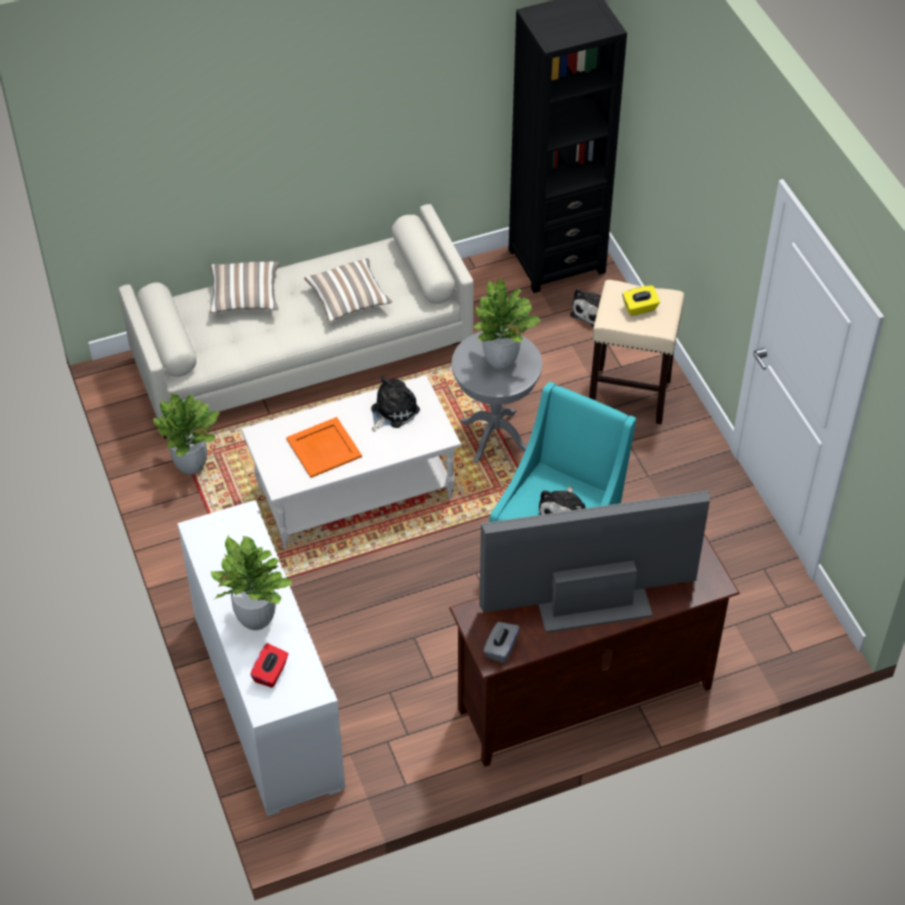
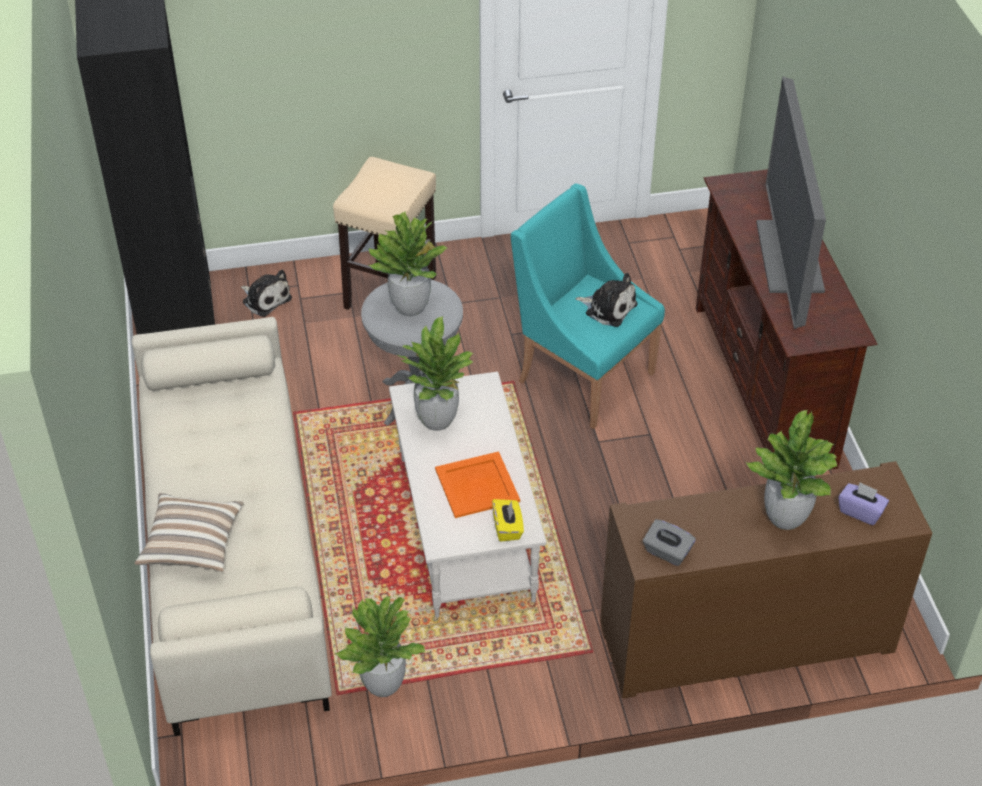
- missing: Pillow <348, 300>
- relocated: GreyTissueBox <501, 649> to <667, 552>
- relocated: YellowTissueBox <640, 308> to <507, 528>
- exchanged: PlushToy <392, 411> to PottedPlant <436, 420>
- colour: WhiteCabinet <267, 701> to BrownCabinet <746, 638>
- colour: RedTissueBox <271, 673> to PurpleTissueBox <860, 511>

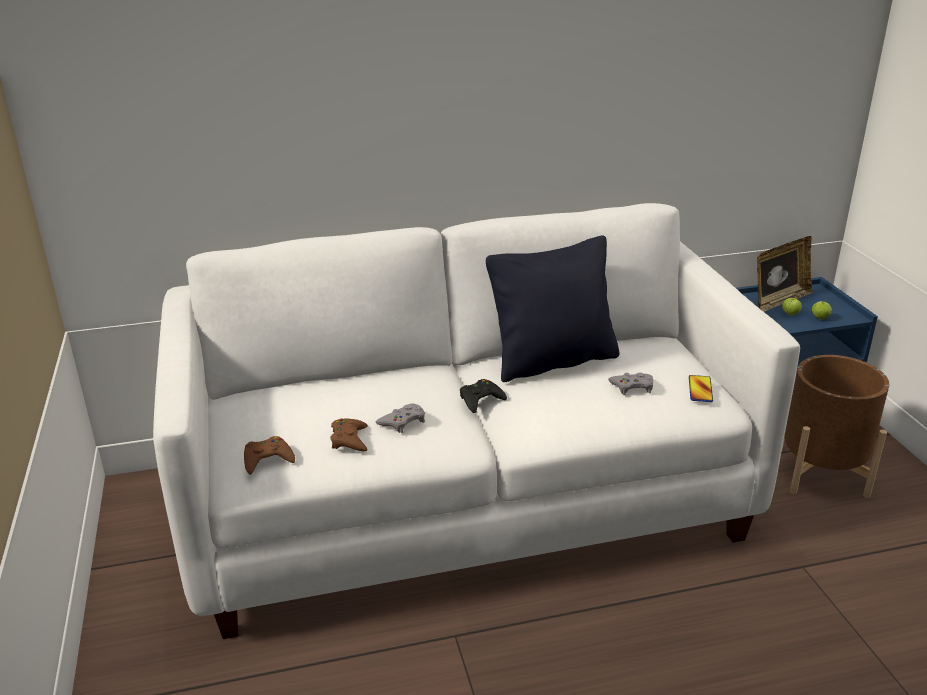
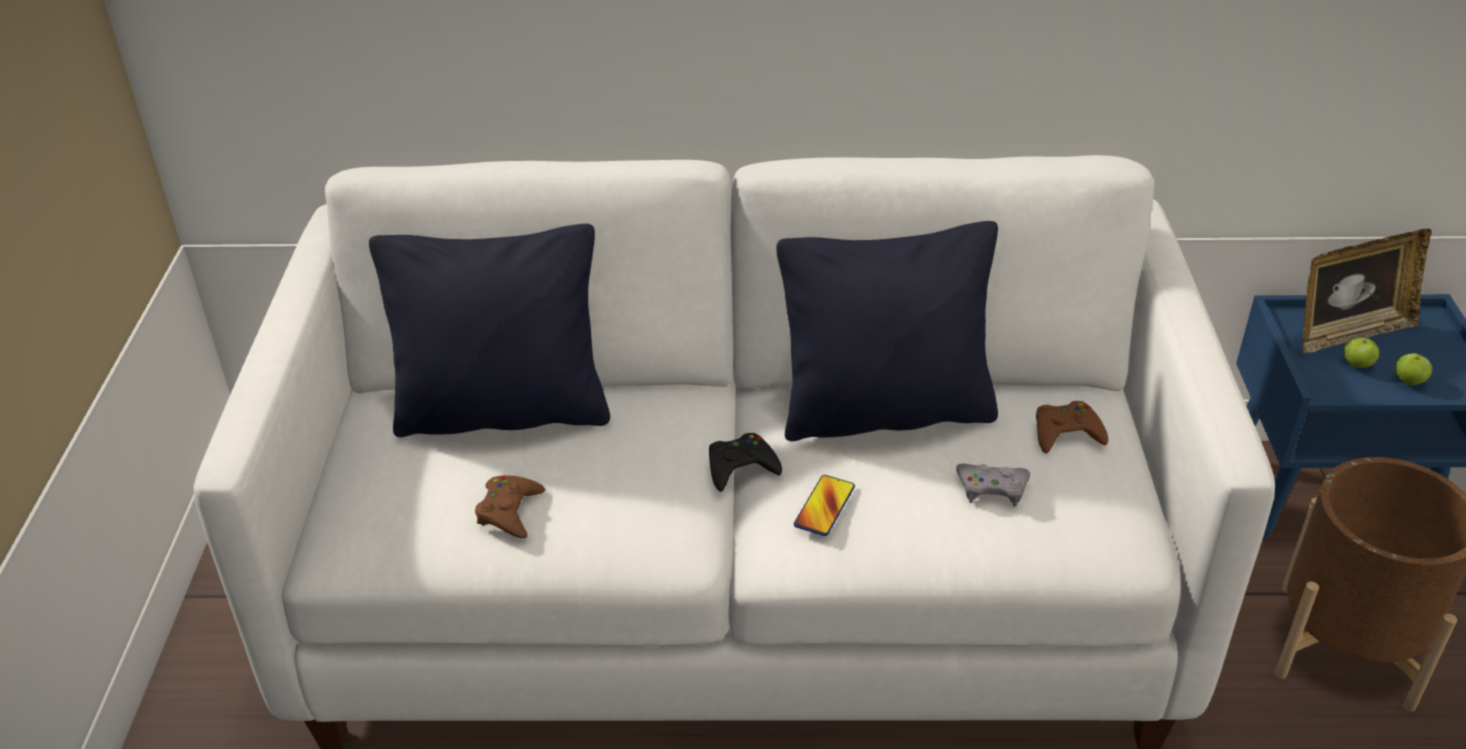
- missing: GreyGameController <403, 422>
- appeared: BlackPillow <504, 411>
- relocated: BrownGameController <267, 459> to <1066, 433>
- relocated: Phone <700, 389> to <824, 506>

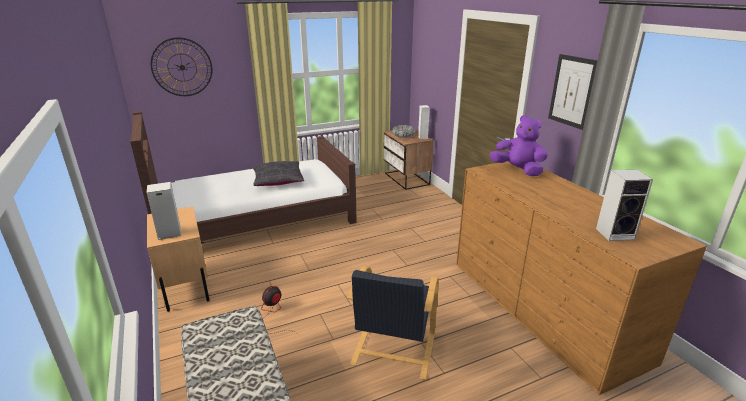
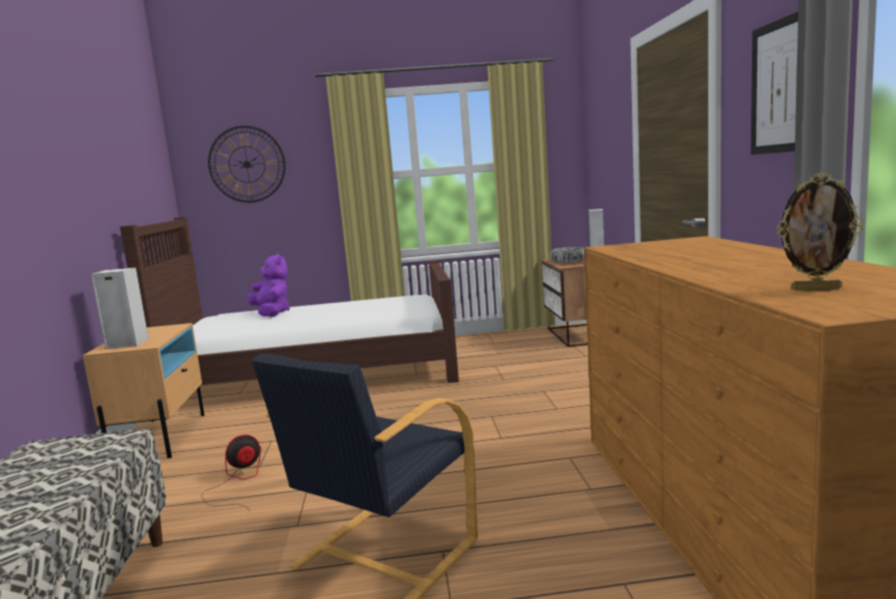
- missing: BlackPillow <278, 181>
- relocated: PurplePlushToy <518, 170> to <272, 313>
- exchanged: Speaker <615, 233> to PictureFrame <816, 289>

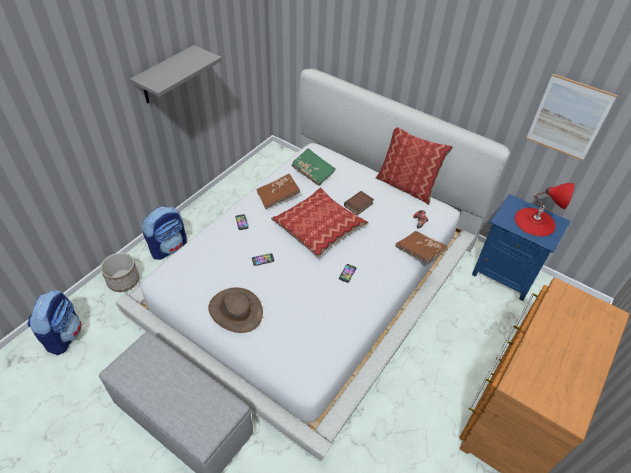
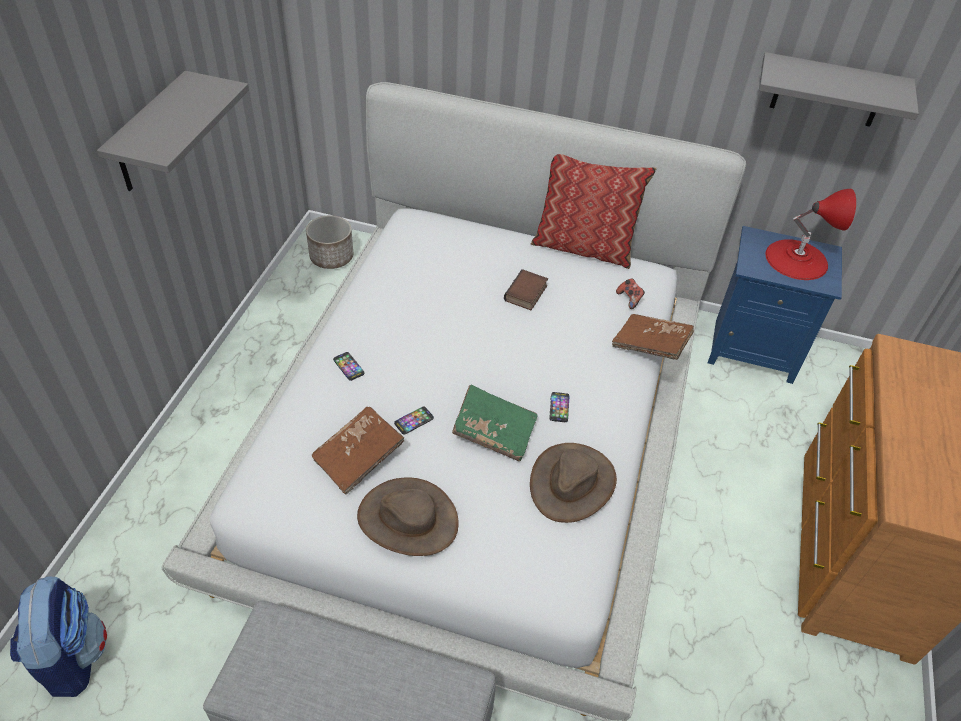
- missing: Backpack <169, 247>
- missing: Pillow <319, 228>
- appeared: BrownHat <572, 483>
- relocated: Planter <123, 280> to <331, 257>
- relocated: BrownBook <278, 196> to <358, 457>
- relocated: GreenBook <313, 172> to <494, 431>
- exchanged: Picture <568, 118> to GreyShelf <828, 91>

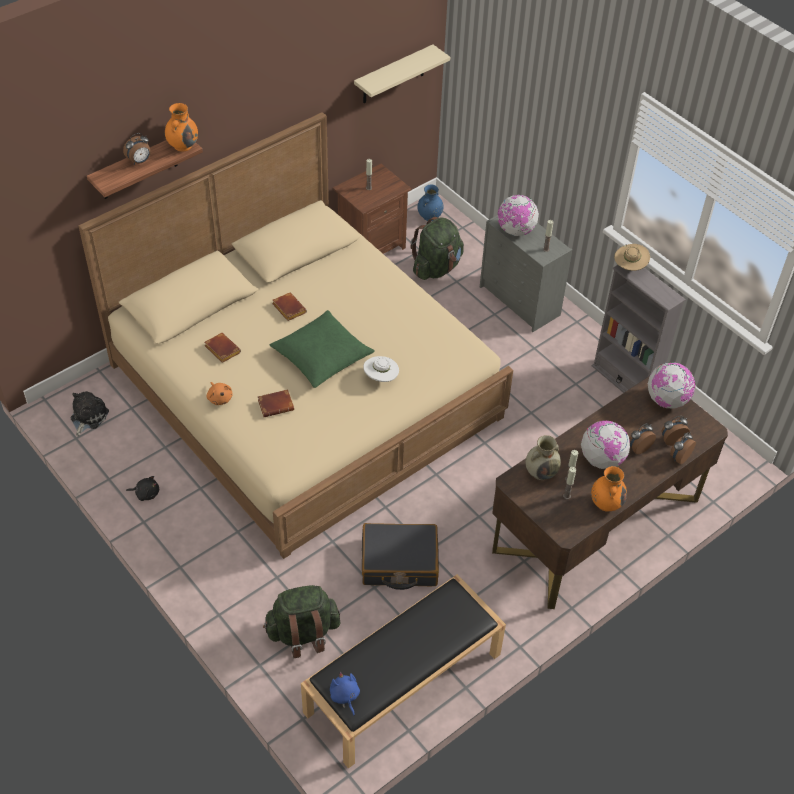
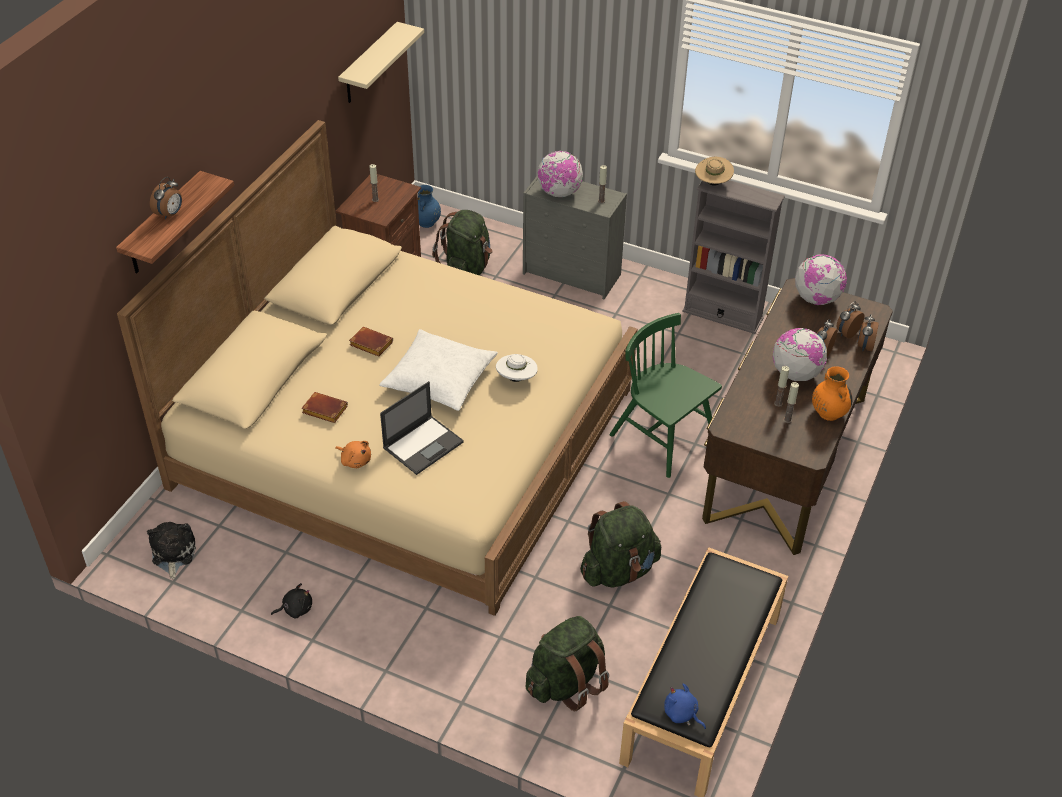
- missing: OrangeVase <183, 145>
- missing: BeigeVase <541, 472>
- appeared: GreenChair <663, 438>
- exchanged: BrownBook <276, 405> to Laptop <423, 444>
- exchanged: BlackSuitcase <399, 562> to GreenBackpack <619, 570>
- colour: GreenPillow <322, 356> to WhitePillow <439, 379>

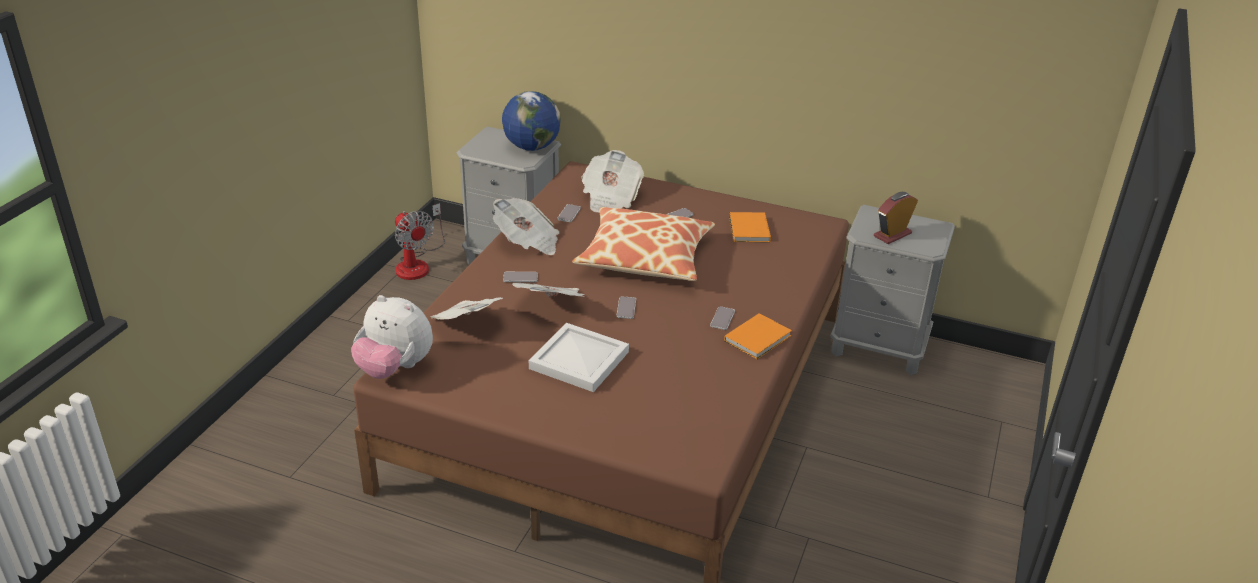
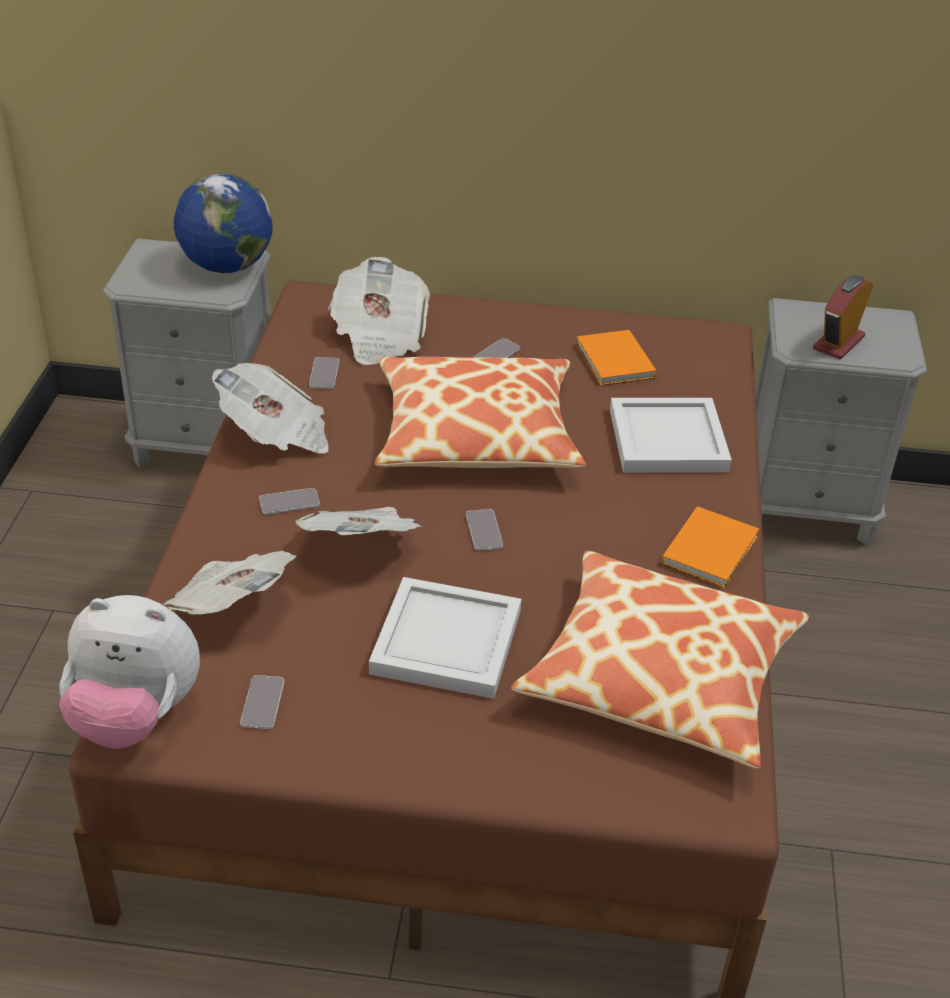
- missing: Fan <417, 264>
- appeared: Pillow <660, 676>
- appeared: WhiteTray <666, 441>
- relocated: Phone <722, 319> to <262, 703>

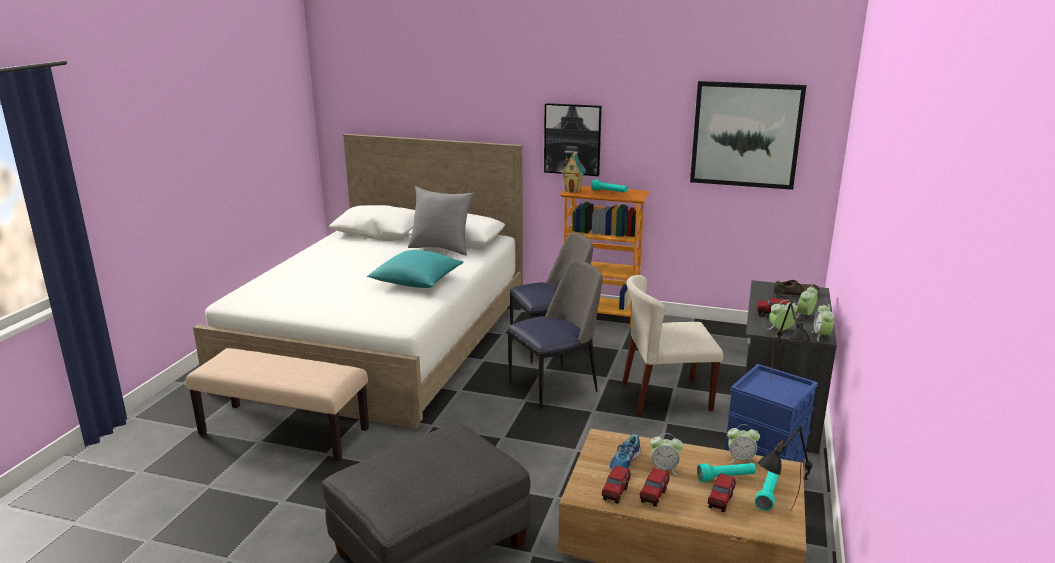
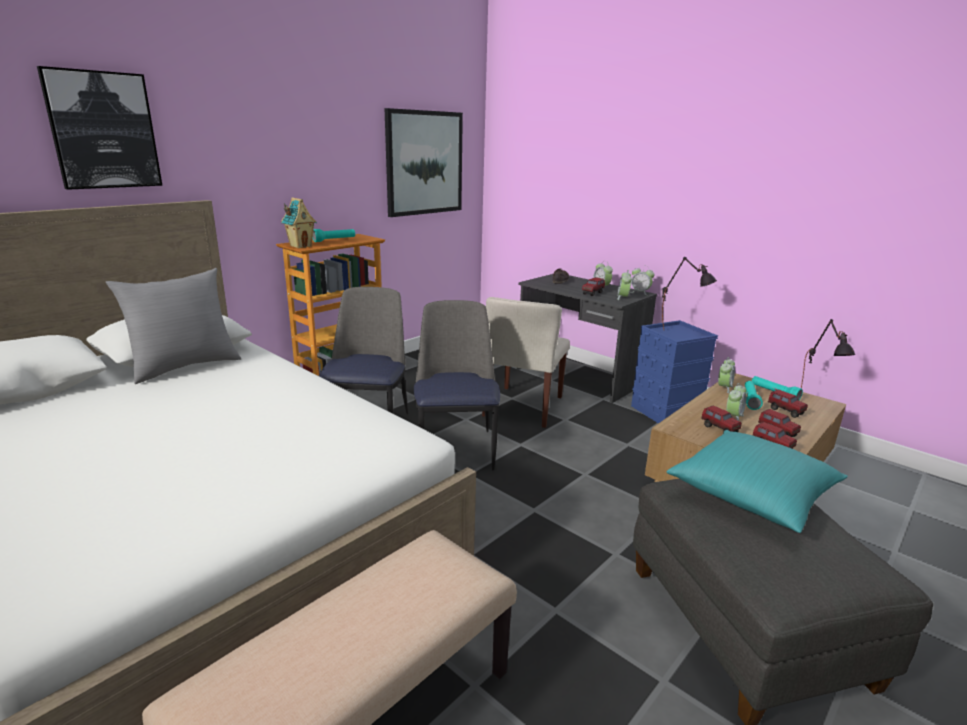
- relocated: TurquoisePillow <417, 281> to <752, 495>
- relocated: Picture <572, 139> to <103, 130>
- exchanged: Shoe <625, 462> to ToyTruck <719, 429>

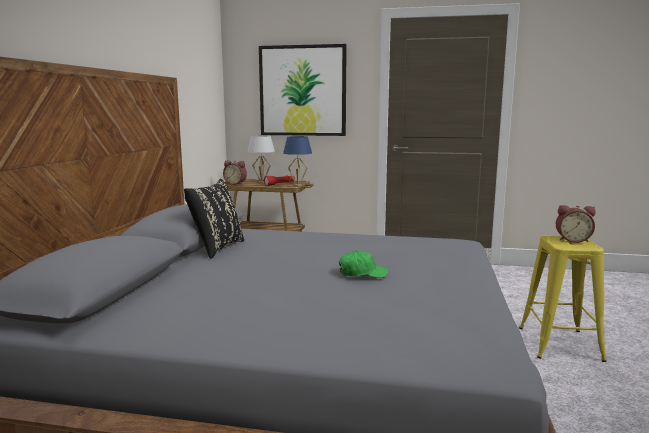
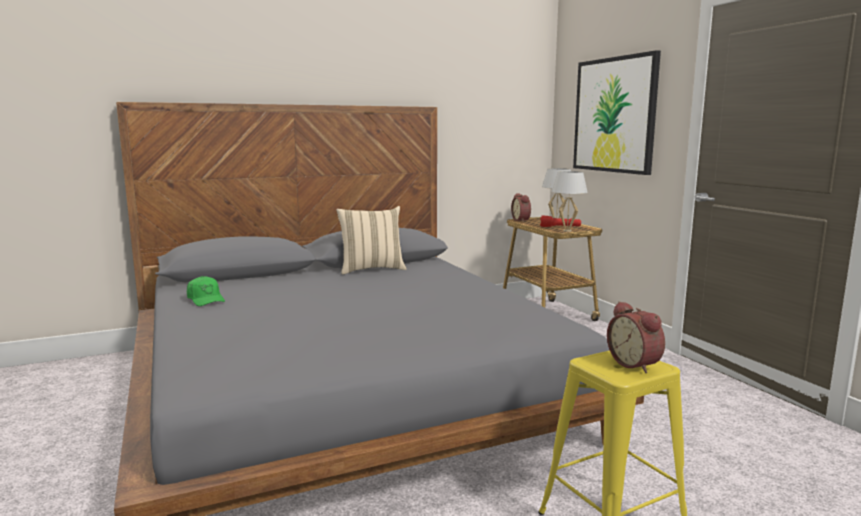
- relocated: GreenCap <362, 273> to <206, 299>
- colour: BlackPillow <216, 248> to BeigePillow <371, 269>
- colour: BlueTableLamp <298, 185> to WhiteTableLamp <567, 231>

